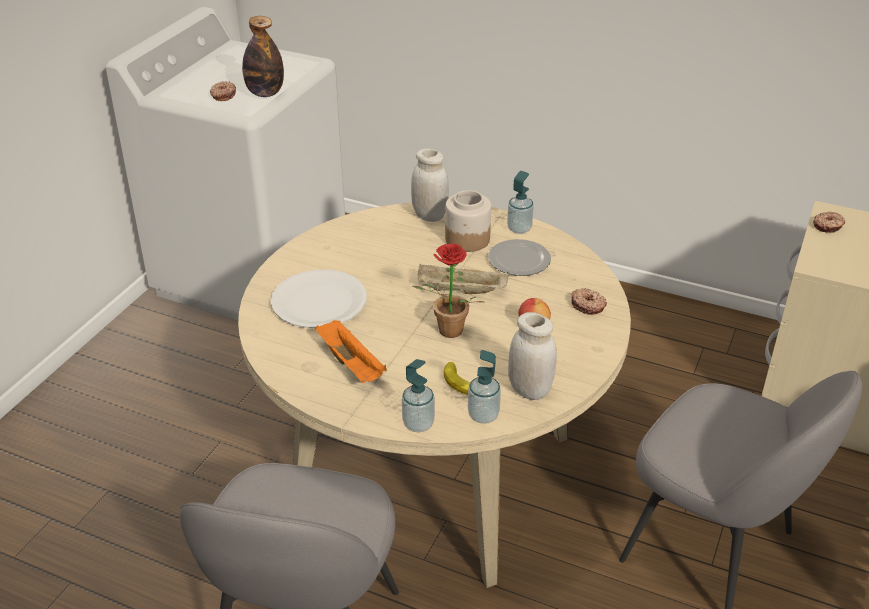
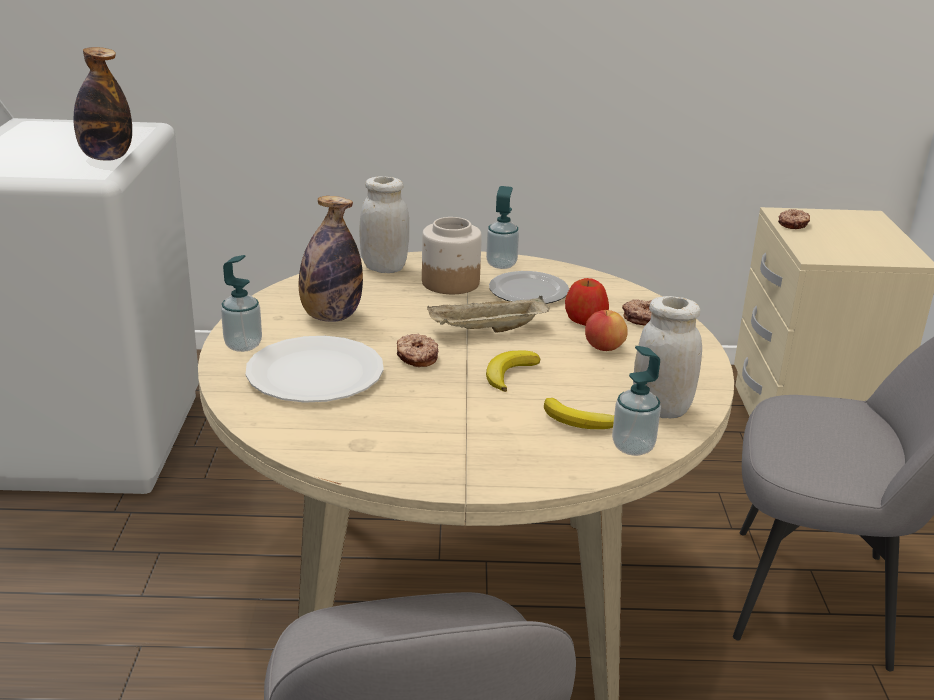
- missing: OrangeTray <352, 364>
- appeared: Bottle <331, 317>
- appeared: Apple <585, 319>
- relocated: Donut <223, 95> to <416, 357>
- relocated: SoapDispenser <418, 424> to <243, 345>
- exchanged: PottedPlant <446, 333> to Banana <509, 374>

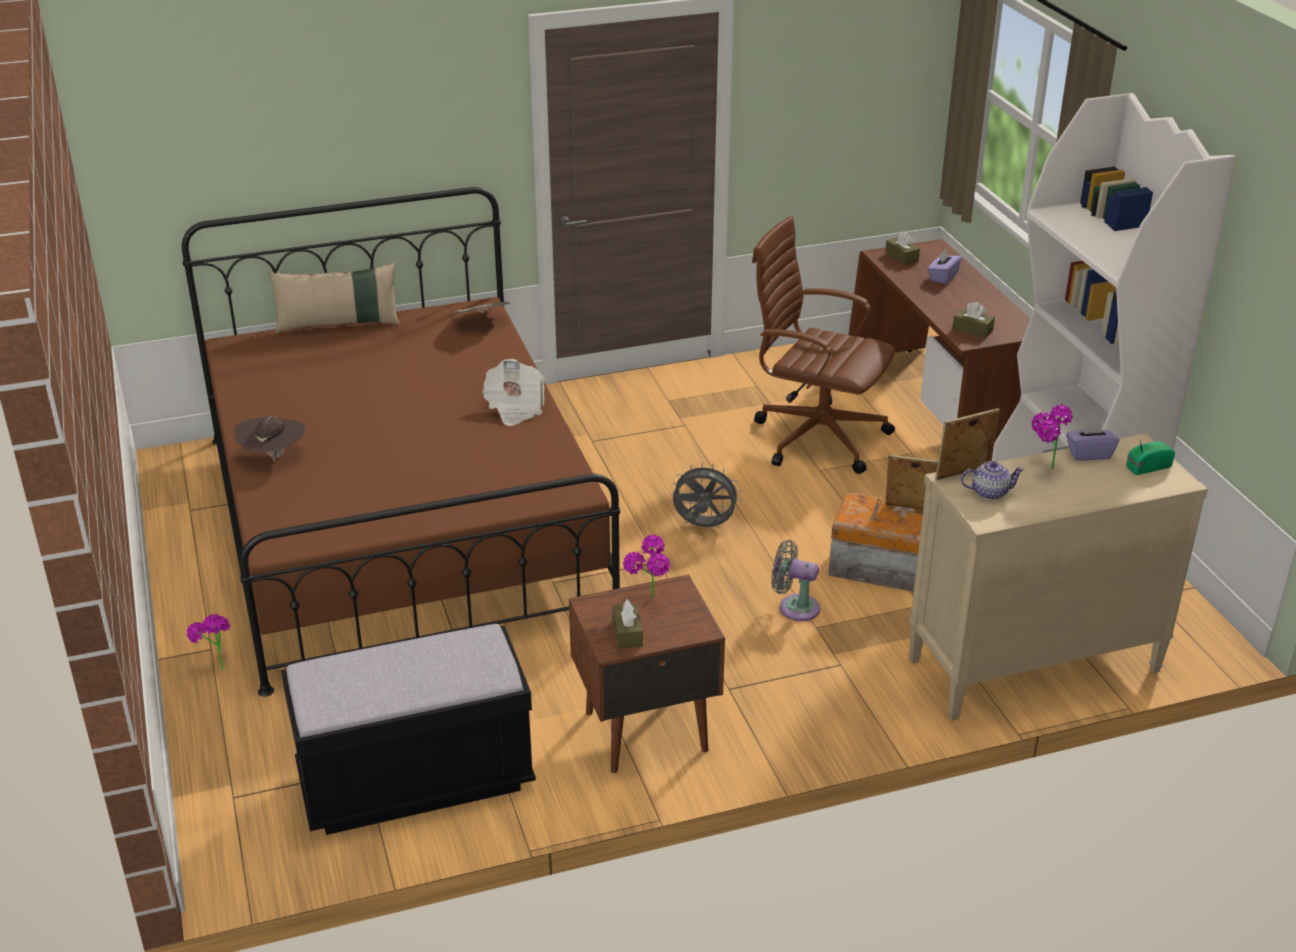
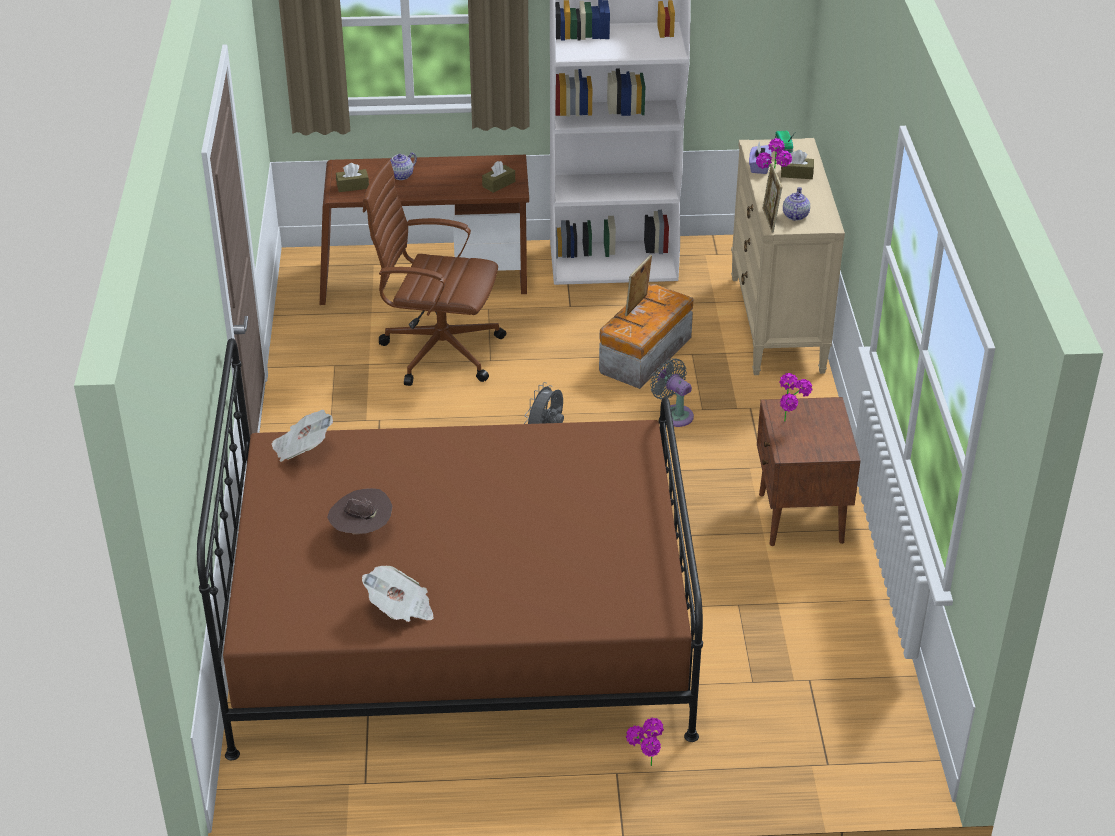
- missing: BeigePillow <339, 323>
- missing: BlackBench <415, 780>
- relocated: BrownHat <273, 456> to <361, 531>
- relocated: Newspaper <514, 408> to <400, 609>
- relocated: BrownTissueBox <627, 633> to <796, 174>
- exchanged: PurpleTissueBox <943, 277> to Teapot <401, 175>
- spun: BrownOfficeChair <816, 436> = <438, 350> 60 degrees clockwise
- spun: GreyFan <794, 607> = <674, 414> 105 degrees clockwise

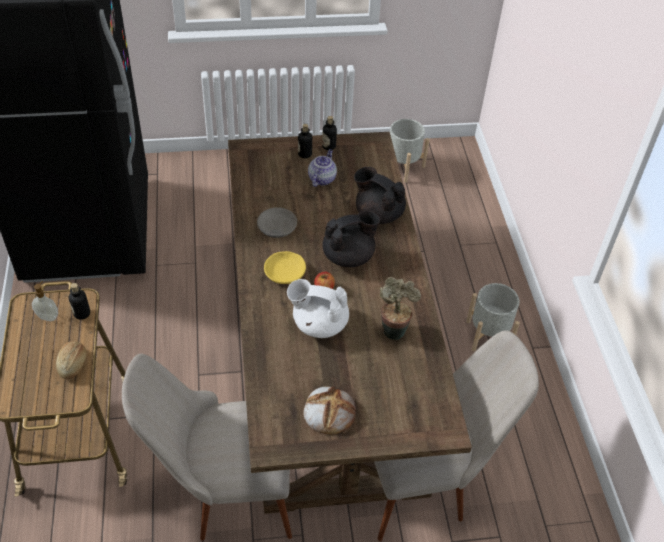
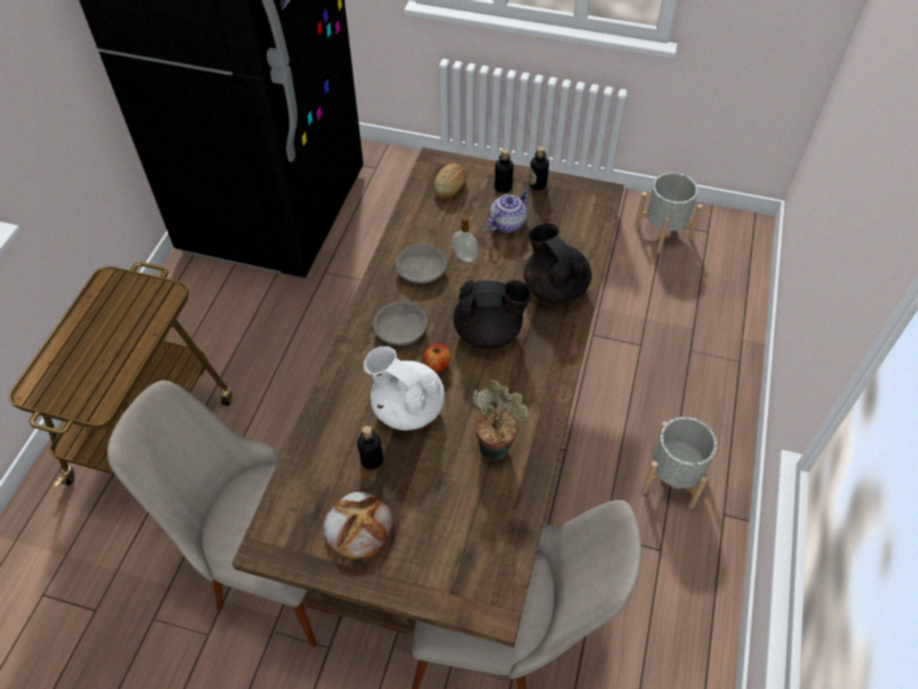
- relocated: SoapDispenser <48, 316> to <465, 256>
- relocated: Bread <73, 364> to <451, 187>
- relocated: Bottle <82, 313> to <371, 460>
- colour: YellowBowl <285, 272> to GreyBowl <401, 329>

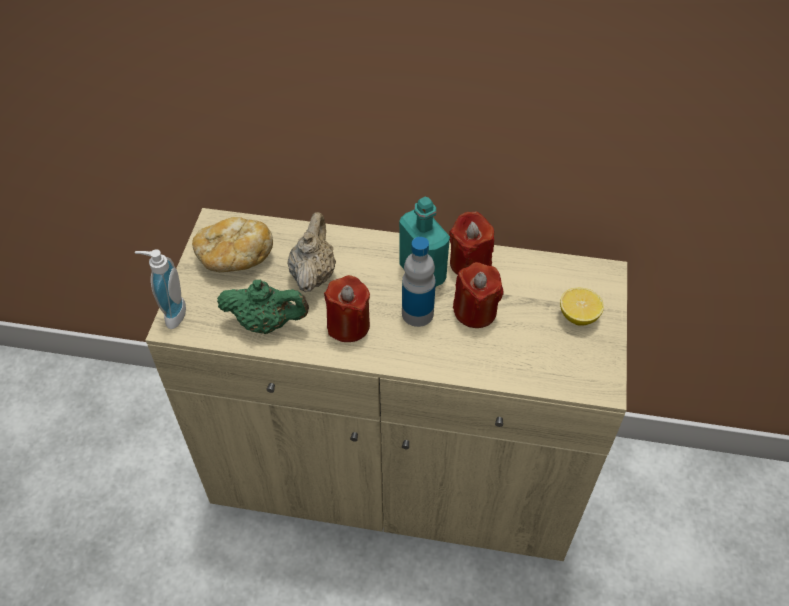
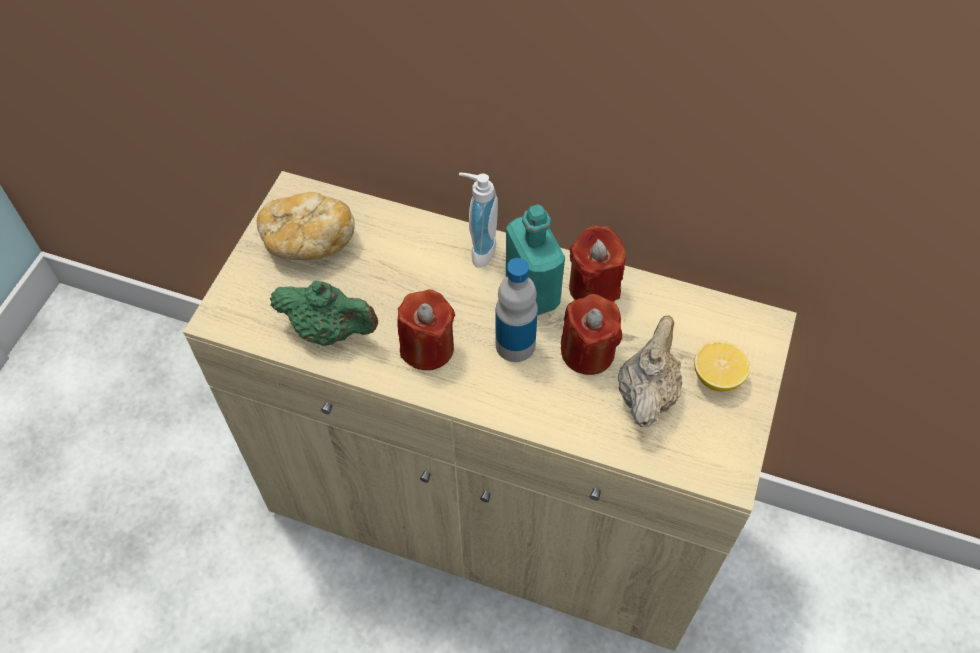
- relocated: SoapDispenser <171, 314> to <478, 249>
- relocated: BeigeTeapot <313, 274> to <647, 393>

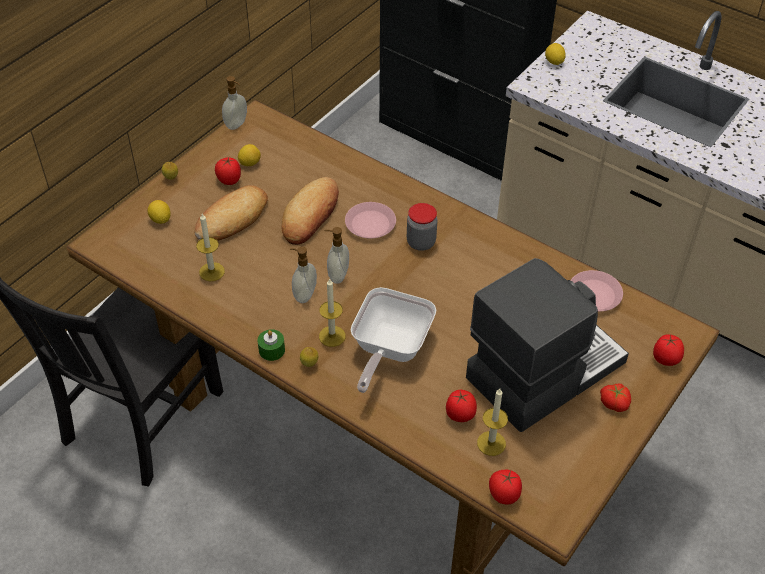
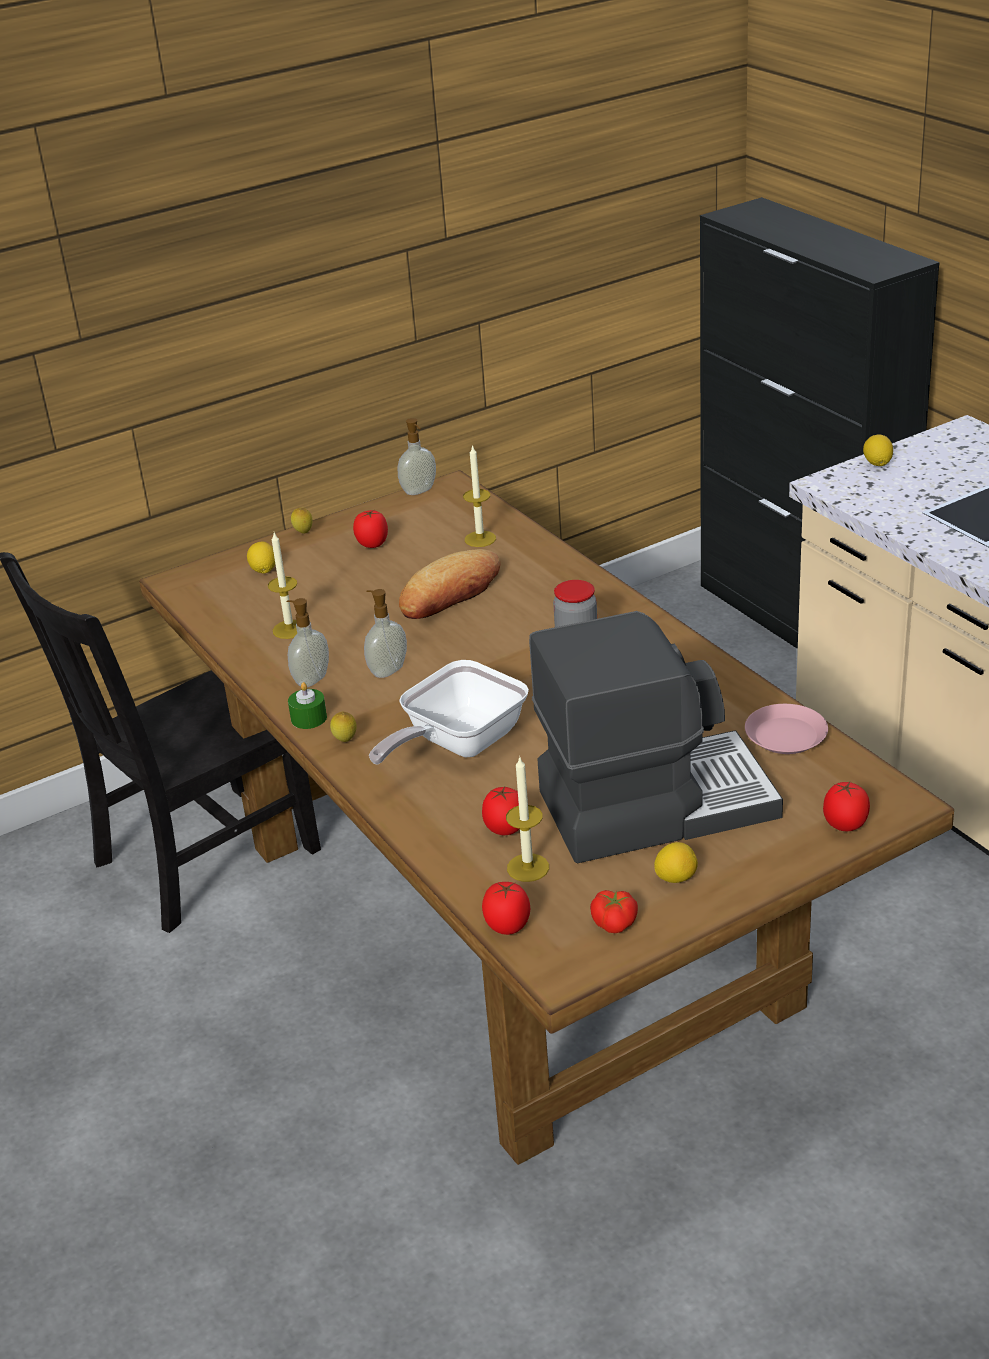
- missing: Bread <232, 218>
- missing: PinkPlate <370, 224>
- relocated: Lemon <250, 163> to <676, 878>
- relocated: Candle <332, 336> to <480, 539>
- relocated: SoapDispenser <337, 275> to <310, 679>
- relocated: Tomato <614, 402> to <615, 922>

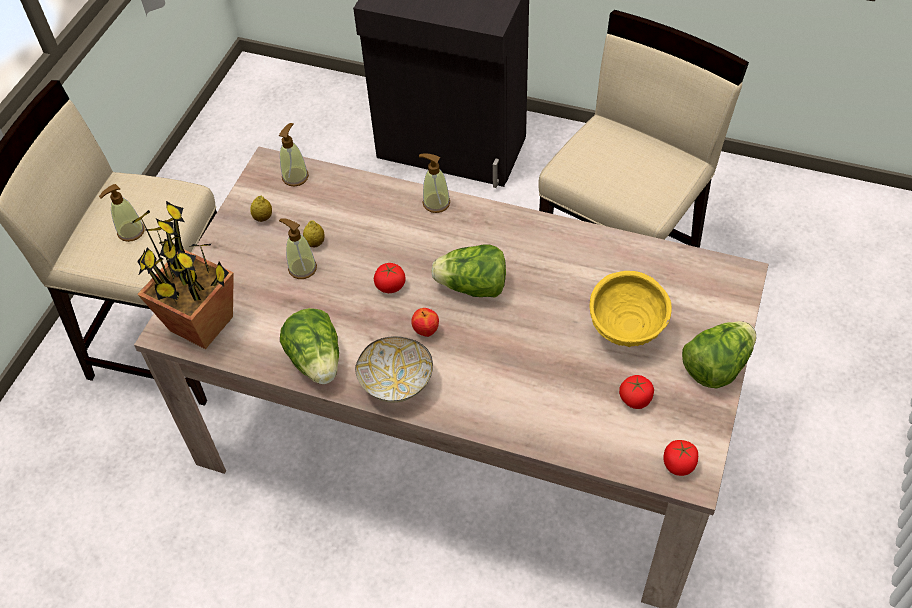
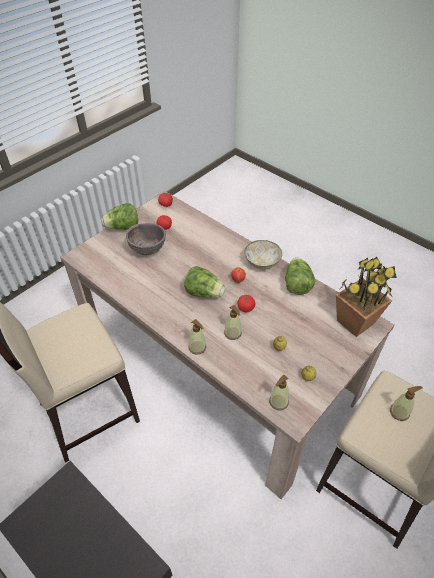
- relocated: SoapDispenser <302, 268> to <232, 333>
- colour: YellowBowl <625, 332> to BrownBowl <148, 251>

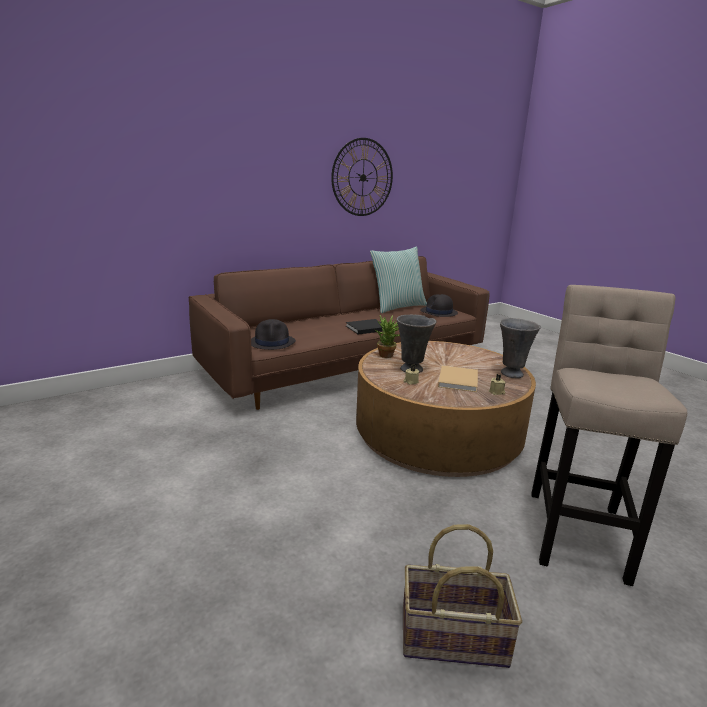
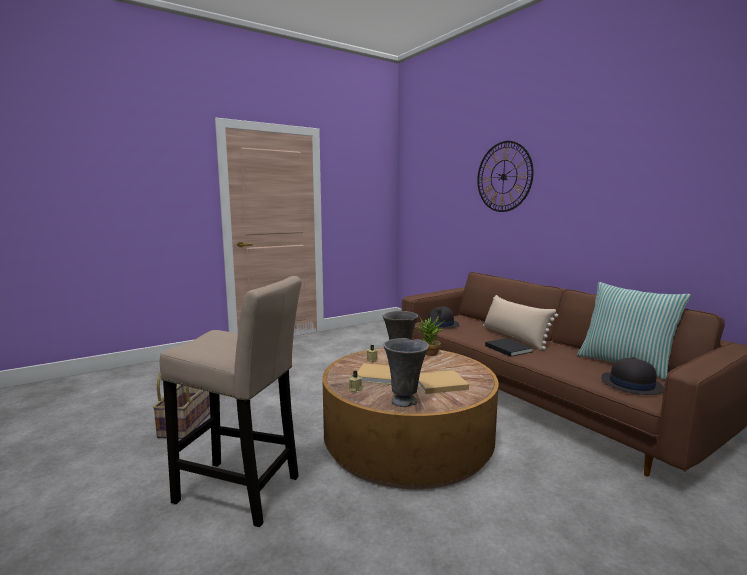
- appeared: BeigeBook <438, 384>
- appeared: BeigePillow <514, 337>
- relocated: WallClock <362, 177> to <503, 177>

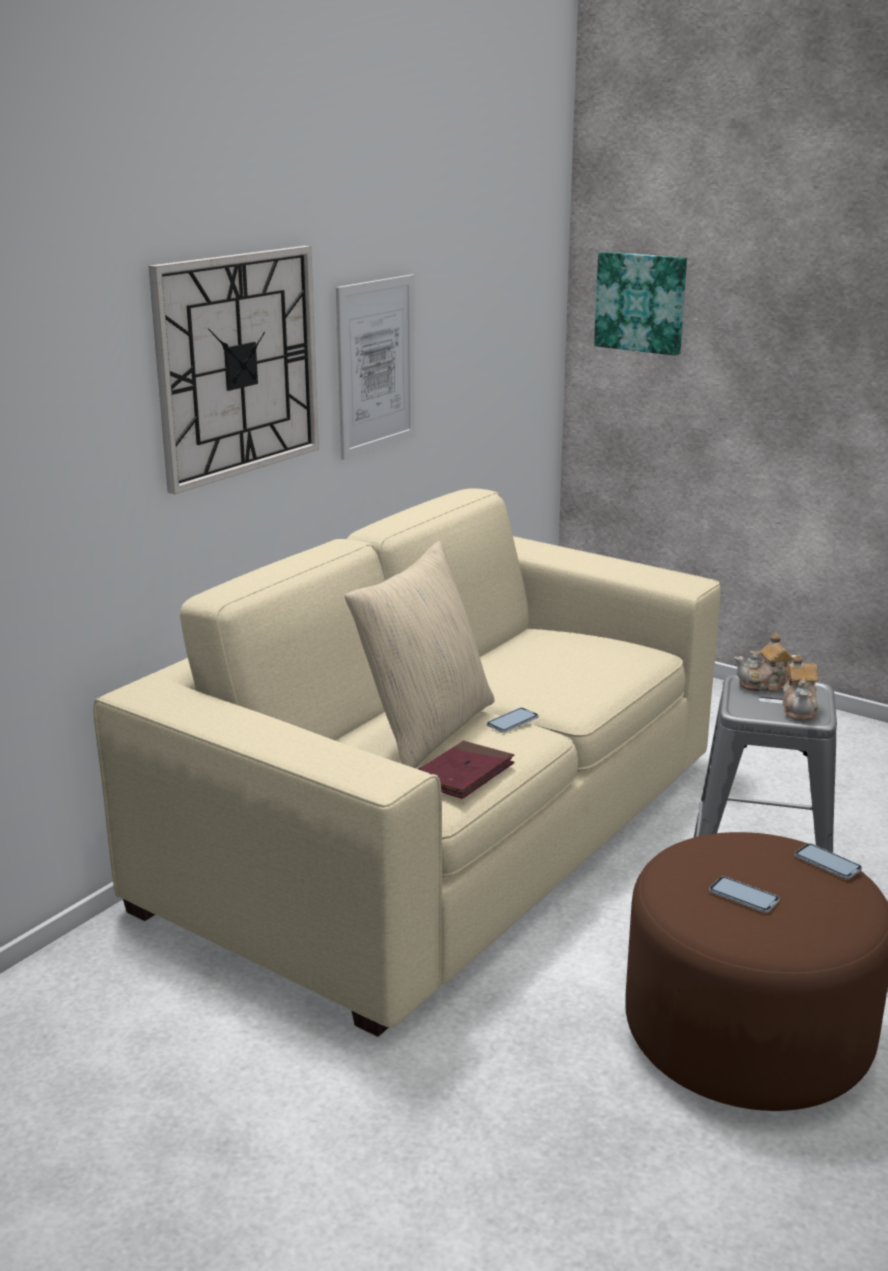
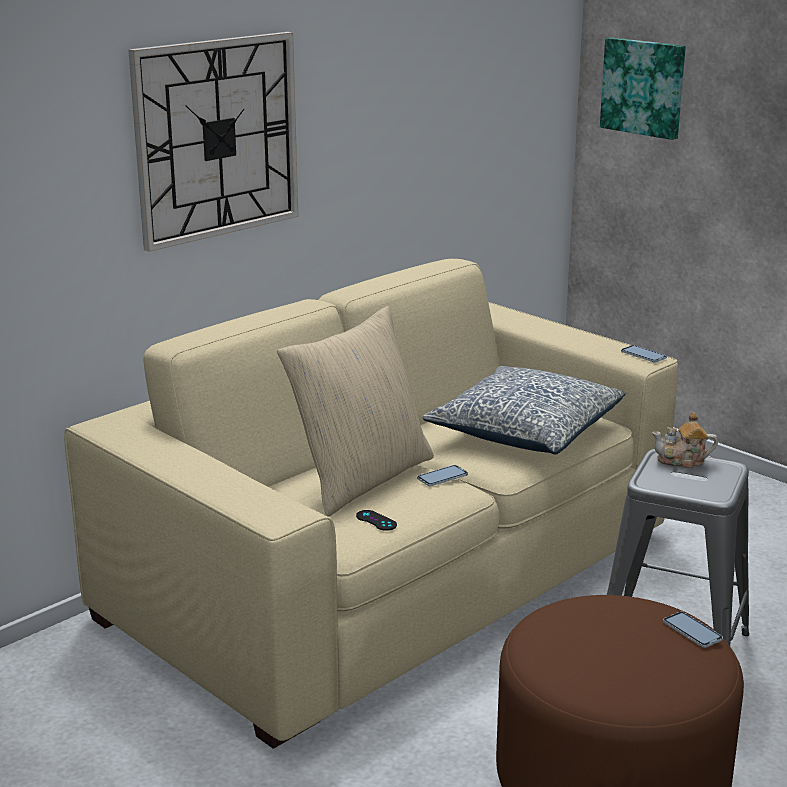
- missing: Picture <376, 366>
- missing: Teapot <799, 709>
- appeared: Pillow <525, 430>
- relocated: Phone <743, 896> to <643, 355>
- exchanged: RedBook <462, 774> to BlackGameController <376, 520>

